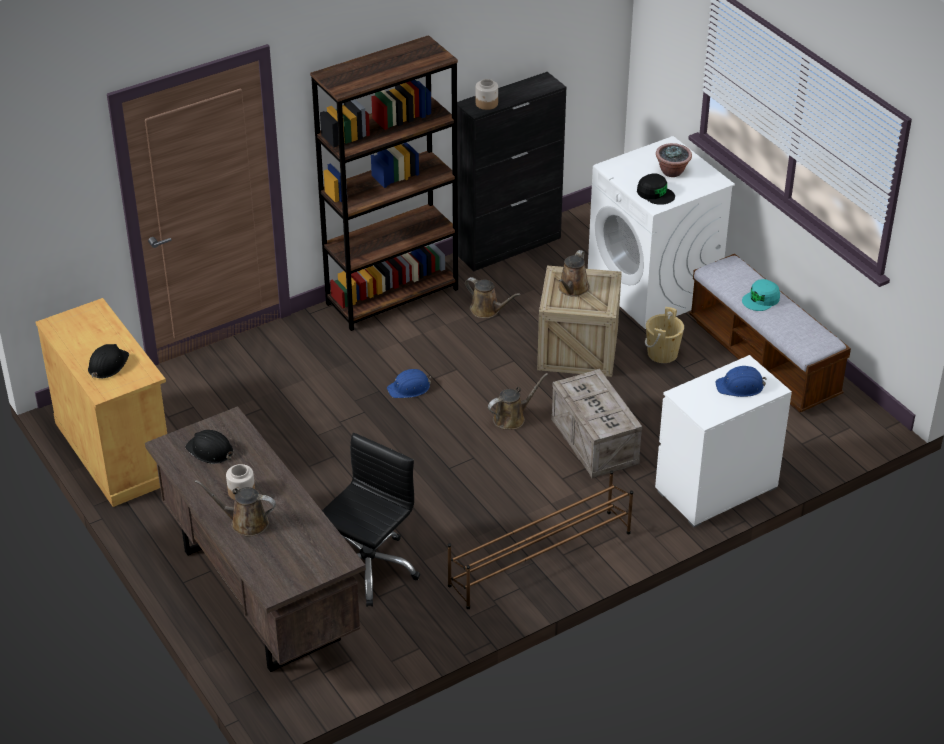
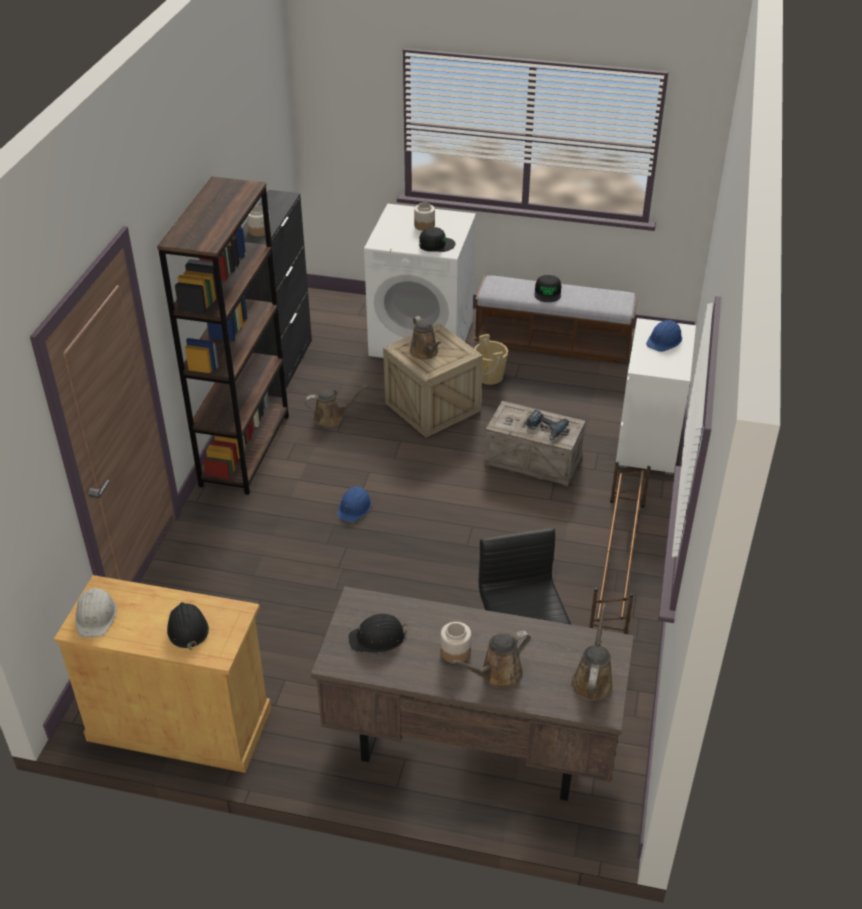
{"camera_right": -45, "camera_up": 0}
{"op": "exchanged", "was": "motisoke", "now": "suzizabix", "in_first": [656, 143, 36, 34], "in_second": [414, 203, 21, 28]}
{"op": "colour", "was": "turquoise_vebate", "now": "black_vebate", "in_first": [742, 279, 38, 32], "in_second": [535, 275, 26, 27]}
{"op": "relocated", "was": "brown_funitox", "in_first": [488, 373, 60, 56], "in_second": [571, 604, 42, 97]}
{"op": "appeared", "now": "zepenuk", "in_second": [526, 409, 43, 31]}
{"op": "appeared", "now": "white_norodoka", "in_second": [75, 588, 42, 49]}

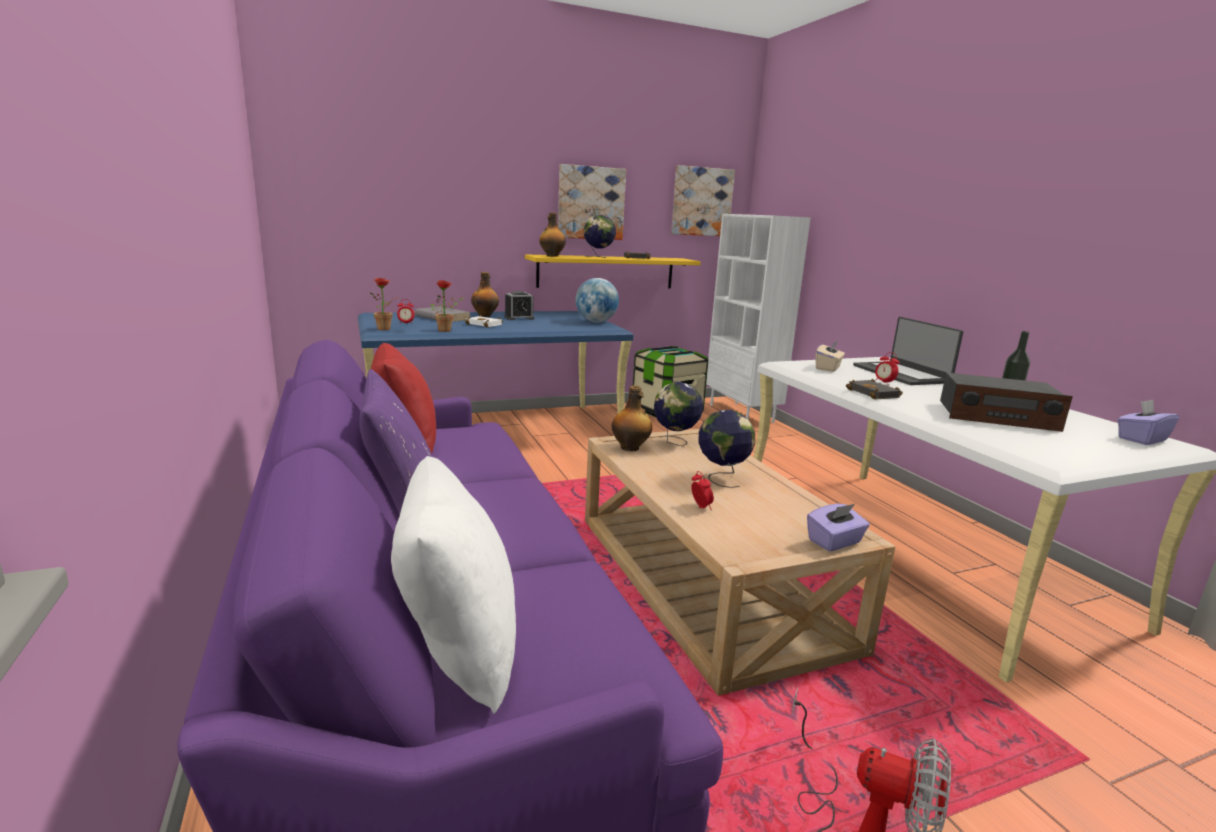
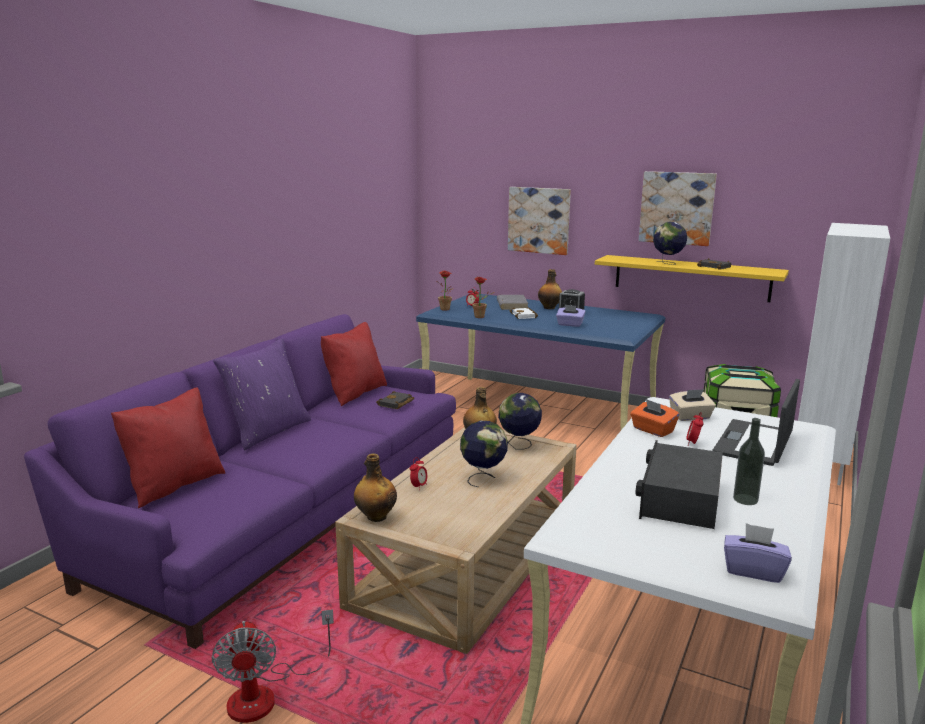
{"camera_right": 50, "camera_up": 0}
{"op": "relocated", "was": "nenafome", "in_first": [671, 165, 64, 71], "in_second": [508, 187, 63, 68]}
{"op": "relocated", "was": "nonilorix", "in_first": [539, 212, 27, 45], "in_second": [354, 454, 43, 68]}
{"op": "missing", "was": "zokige", "in_first": [576, 278, 43, 44]}
{"op": "spun", "was": "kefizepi", "in_first": [940, 372, 133, 60], "in_second": [635, 440, 88, 89], "clockwise": 45}
{"op": "relocated", "was": "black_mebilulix", "in_first": [846, 379, 57, 21], "in_second": [376, 391, 38, 18]}
{"op": "colour", "was": "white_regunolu", "now": "red_regunolu", "in_first": [391, 456, 125, 258], "in_second": [111, 387, 114, 121]}
{"op": "relocated", "was": "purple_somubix", "in_first": [807, 504, 63, 47], "in_second": [556, 305, 30, 22]}
{"op": "appeared", "now": "orange_somubix", "in_second": [630, 399, 49, 38]}

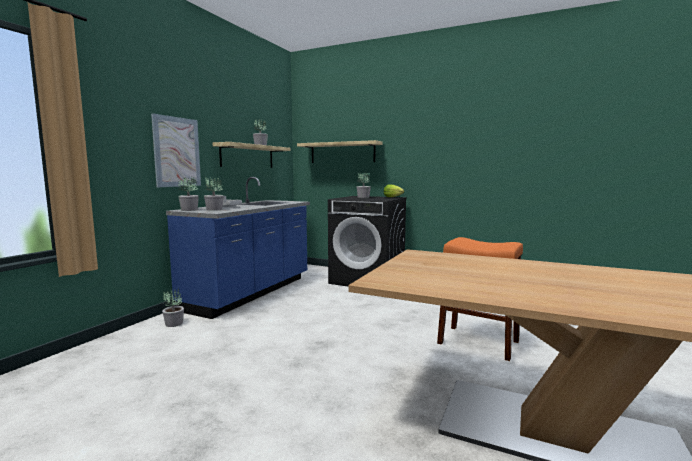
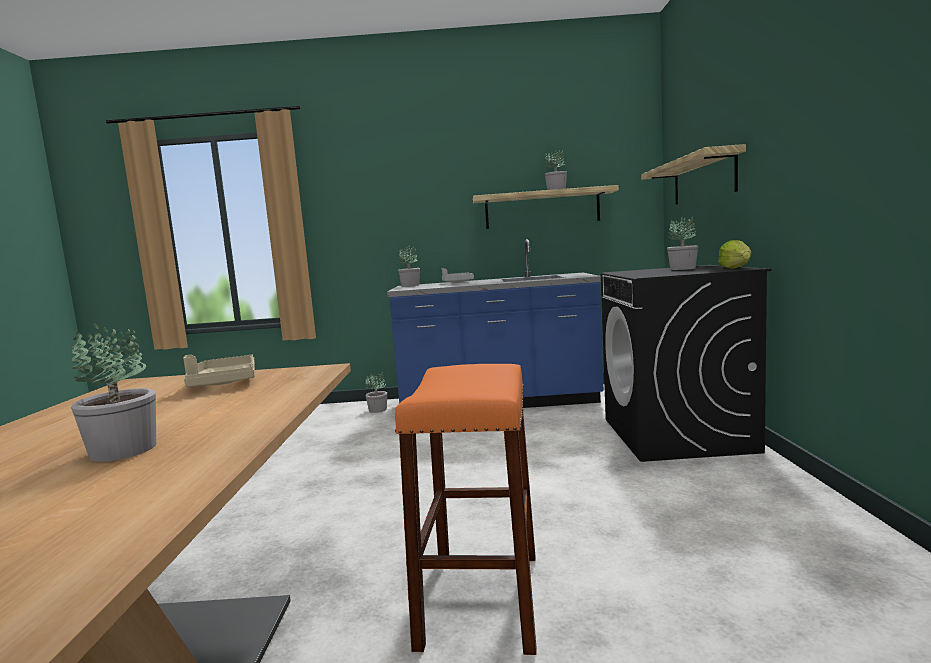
{"camera_right": 65, "camera_up": 0}
{"op": "missing", "was": "nenafome", "in_first": [151, 113, 50, 74]}
{"op": "relocated", "was": "motisoke", "in_first": [204, 177, 20, 34], "in_second": [71, 323, 85, 139]}
{"op": "appeared", "now": "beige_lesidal", "in_second": [183, 355, 72, 32]}

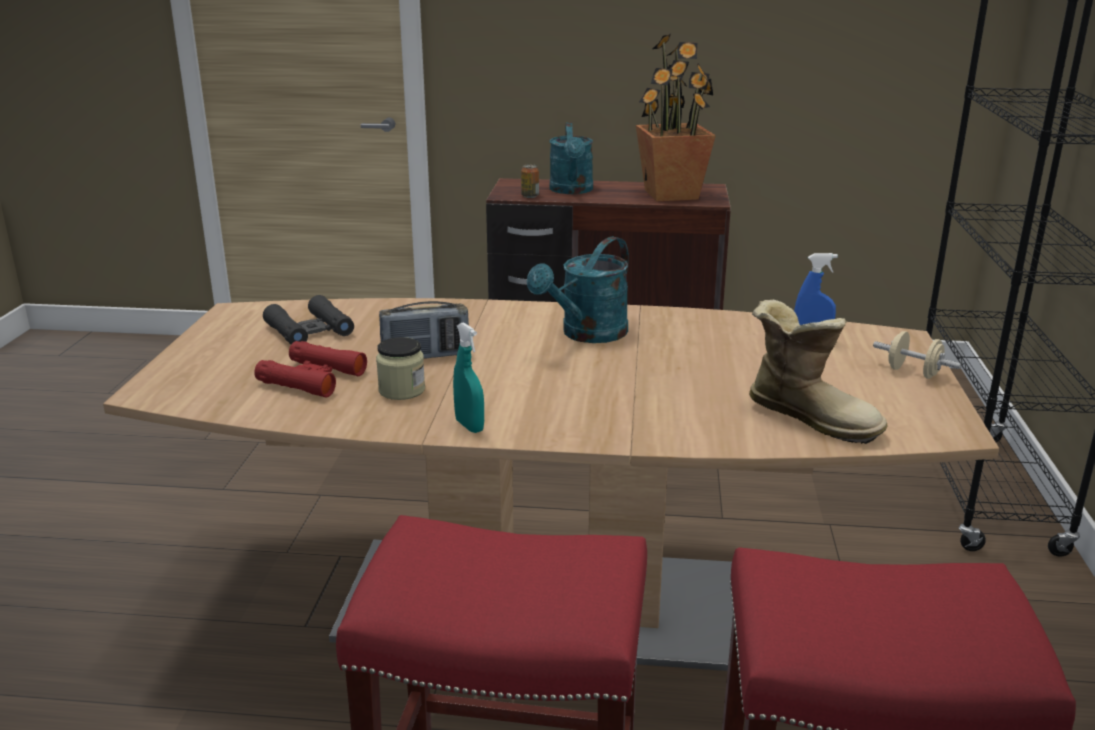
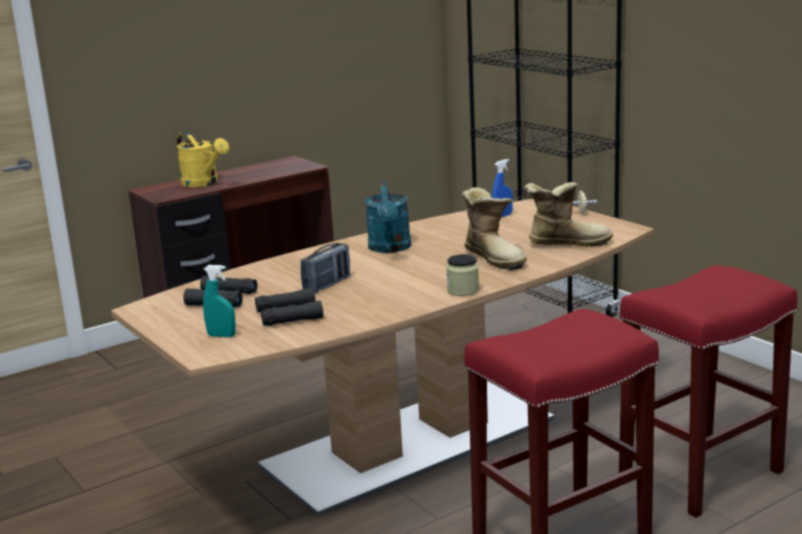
{"camera_right": -40, "camera_up": -5}
{"op": "missing", "was": "motisoke", "in_first": [636, 34, 80, 167]}
{"op": "colour", "was": "turquoise_funitox", "now": "yellow_funitox", "in_first": [549, 123, 44, 71], "in_second": [177, 131, 52, 56]}
{"op": "missing", "was": "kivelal", "in_first": [521, 164, 18, 34]}
{"op": "relocated", "was": "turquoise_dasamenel", "in_first": [453, 322, 31, 111], "in_second": [203, 265, 33, 73]}
{"op": "relocated", "was": "suzizabix", "in_first": [376, 337, 49, 63], "in_second": [446, 254, 33, 42]}
{"op": "colour", "was": "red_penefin", "now": "black_penefin", "in_first": [254, 341, 113, 56], "in_second": [255, 288, 68, 38]}
{"op": "appeared", "now": "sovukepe", "in_second": [461, 187, 66, 83]}

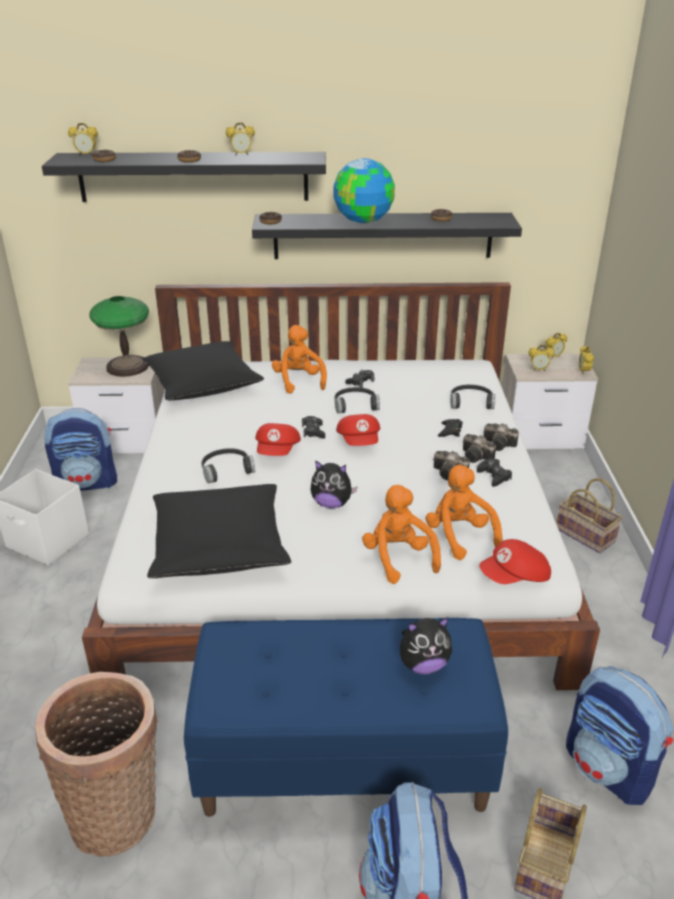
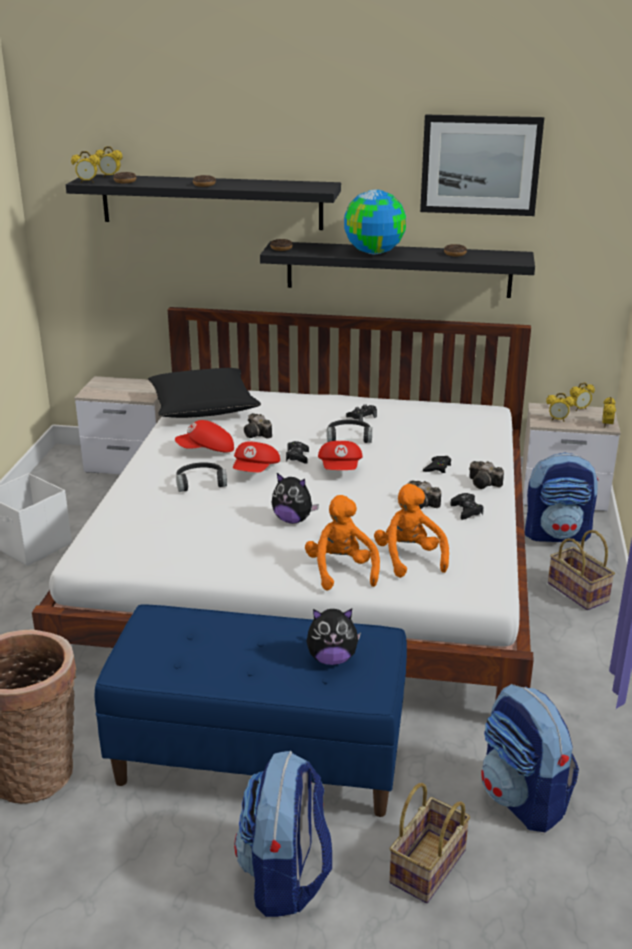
{"camera_right": 10, "camera_up": -5}
{"op": "relocated", "was": "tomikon", "in_first": [226, 122, 29, 34], "in_second": [71, 151, 29, 32]}
{"op": "missing", "was": "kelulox", "in_first": [89, 296, 60, 81]}
{"op": "missing", "was": "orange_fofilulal", "in_first": [272, 325, 55, 69]}
{"op": "missing", "was": "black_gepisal", "in_first": [450, 385, 45, 24]}
{"op": "relocated", "was": "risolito", "in_first": [44, 408, 73, 83], "in_second": [525, 453, 74, 89]}
{"op": "relocated", "was": "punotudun", "in_first": [463, 434, 33, 29], "in_second": [244, 413, 28, 26]}
{"op": "missing", "was": "black_regunolu", "in_first": [147, 484, 144, 94]}
{"op": "relocated", "was": "red_vebate", "in_first": [479, 539, 72, 45], "in_second": [175, 420, 59, 33]}
{"op": "appeared", "now": "nenafome", "in_second": [420, 114, 124, 102]}

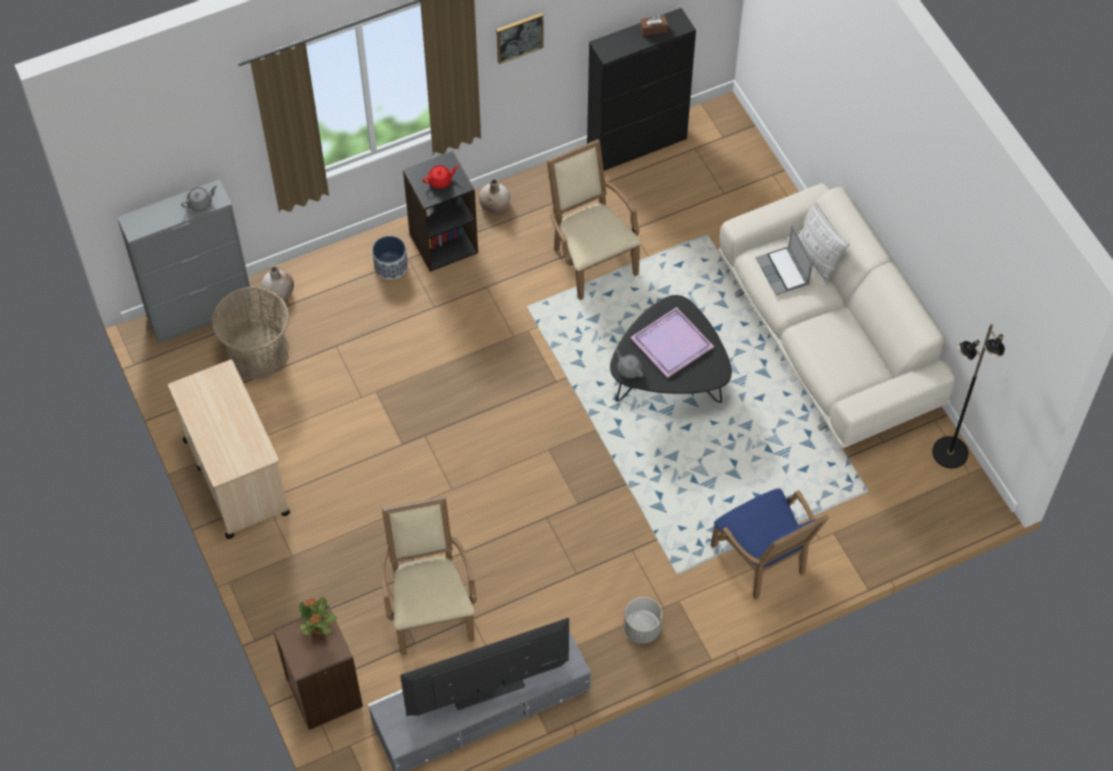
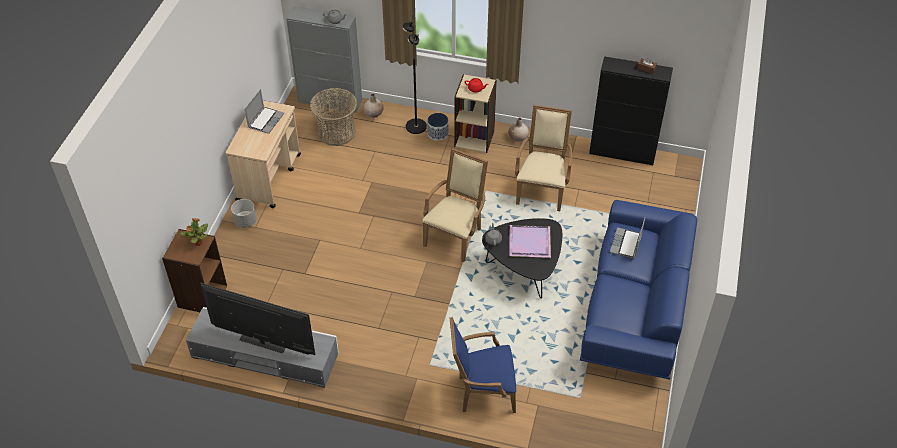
{"camera_right": 40, "camera_up": -10}
{"op": "missing", "was": "nenafome", "in_first": [496, 13, 48, 51]}
{"op": "colour", "was": "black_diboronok", "now": "beige_diboronok", "in_first": [403, 151, 75, 121], "in_second": [454, 74, 43, 79]}
{"op": "colour", "was": "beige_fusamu", "now": "blue_fusamu", "in_first": [718, 183, 237, 266], "in_second": [580, 200, 117, 180]}
{"op": "missing", "was": "regunolu", "in_first": [798, 202, 52, 83]}
{"op": "relocated", "was": "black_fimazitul", "in_first": [932, 324, 73, 144], "in_second": [402, 14, 25, 120]}
{"op": "spun", "was": "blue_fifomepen", "in_first": [711, 488, 118, 112], "in_second": [449, 317, 67, 96], "clockwise": 75}
{"op": "relocated", "was": "beige_fifomepen", "in_first": [381, 496, 96, 159], "in_second": [422, 148, 66, 114]}
{"op": "relocated", "was": "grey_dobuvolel", "in_first": [624, 597, 38, 47], "in_second": [231, 199, 26, 29]}
{"op": "appeared", "now": "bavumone", "in_second": [245, 89, 39, 45]}

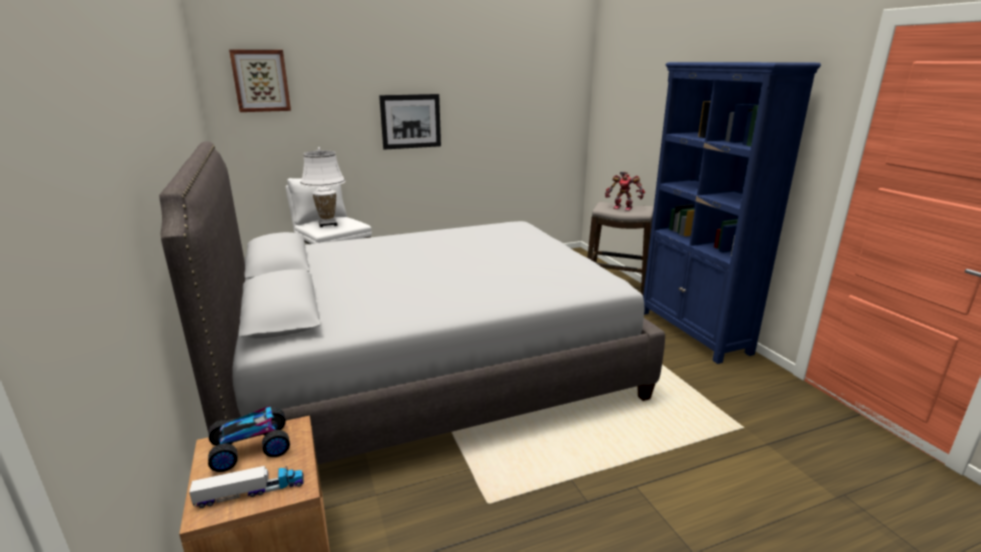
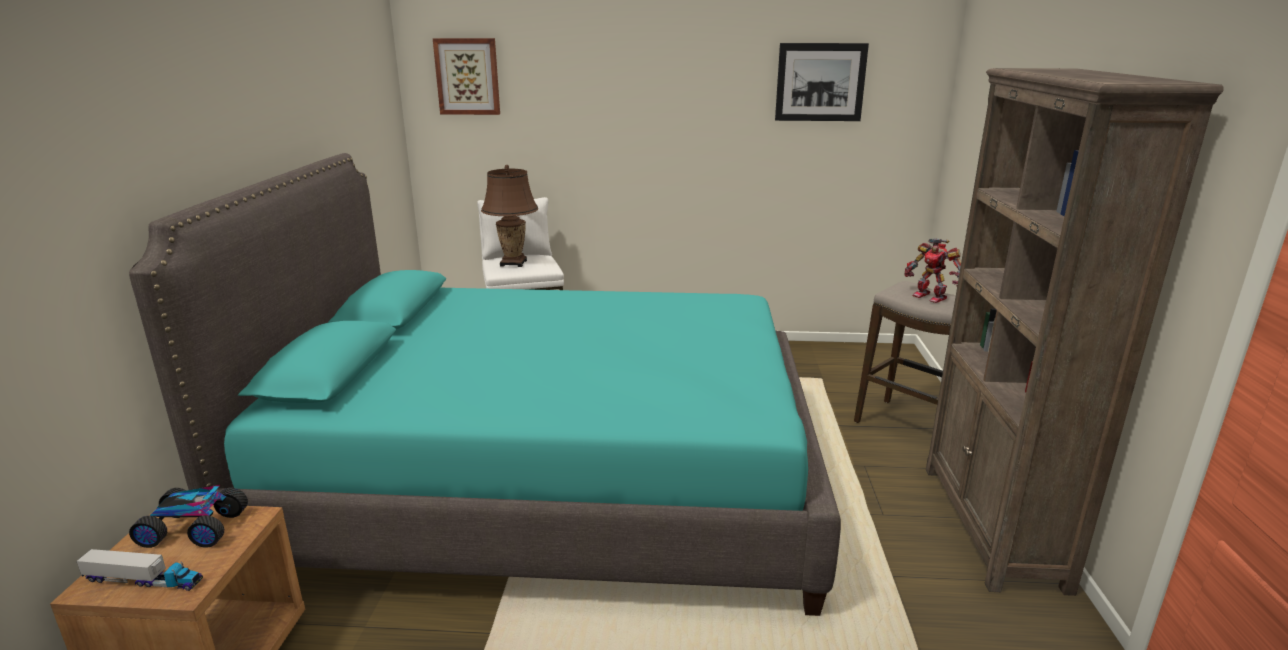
{"camera_right": 25, "camera_up": 0}
{"op": "colour", "was": "blue_diboronok", "now": "brown_diboronok", "in_first": [643, 62, 178, 302], "in_second": [926, 68, 298, 528]}
{"op": "relocated", "was": "nenafome", "in_first": [379, 94, 62, 56], "in_second": [775, 43, 94, 78]}
{"op": "colour", "was": "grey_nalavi", "now": "turquoise_nalavi", "in_first": [159, 141, 506, 324], "in_second": [129, 153, 712, 463]}
{"op": "colour", "was": "white_kelulox", "now": "brown_kelulox", "in_first": [300, 147, 46, 80], "in_second": [481, 165, 57, 102]}

